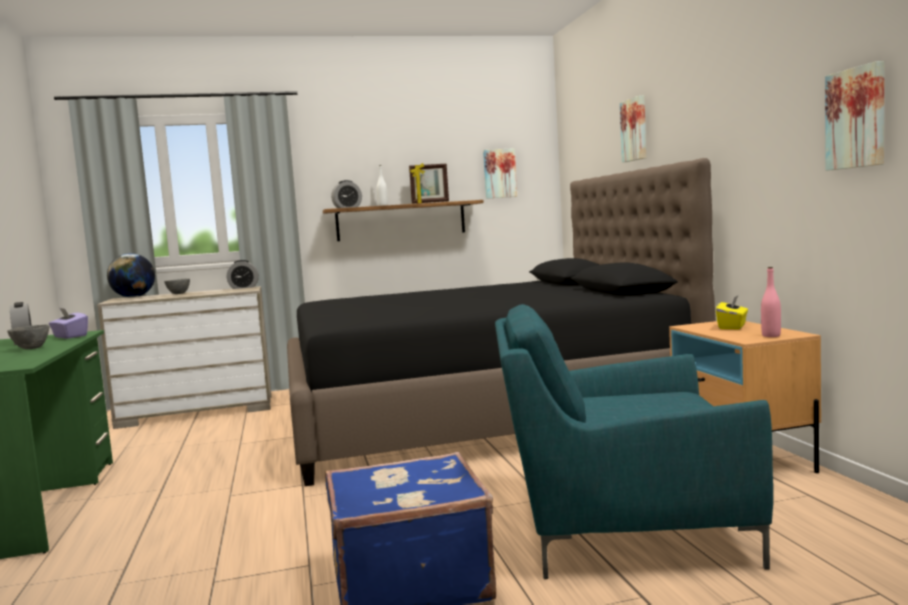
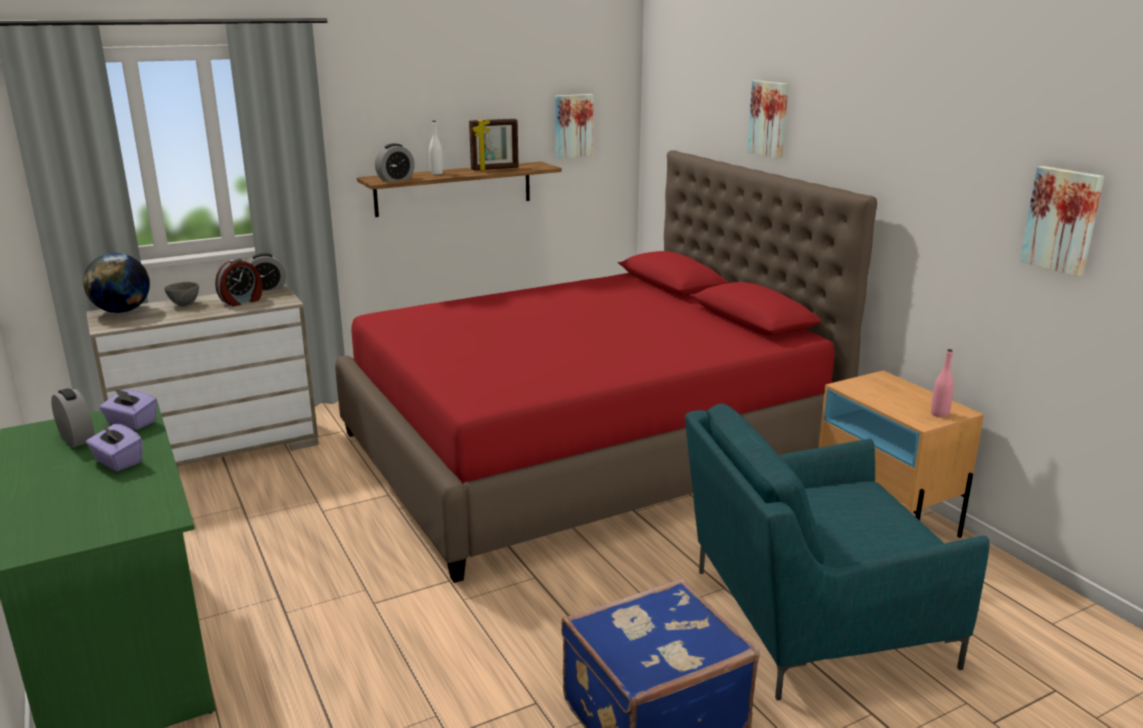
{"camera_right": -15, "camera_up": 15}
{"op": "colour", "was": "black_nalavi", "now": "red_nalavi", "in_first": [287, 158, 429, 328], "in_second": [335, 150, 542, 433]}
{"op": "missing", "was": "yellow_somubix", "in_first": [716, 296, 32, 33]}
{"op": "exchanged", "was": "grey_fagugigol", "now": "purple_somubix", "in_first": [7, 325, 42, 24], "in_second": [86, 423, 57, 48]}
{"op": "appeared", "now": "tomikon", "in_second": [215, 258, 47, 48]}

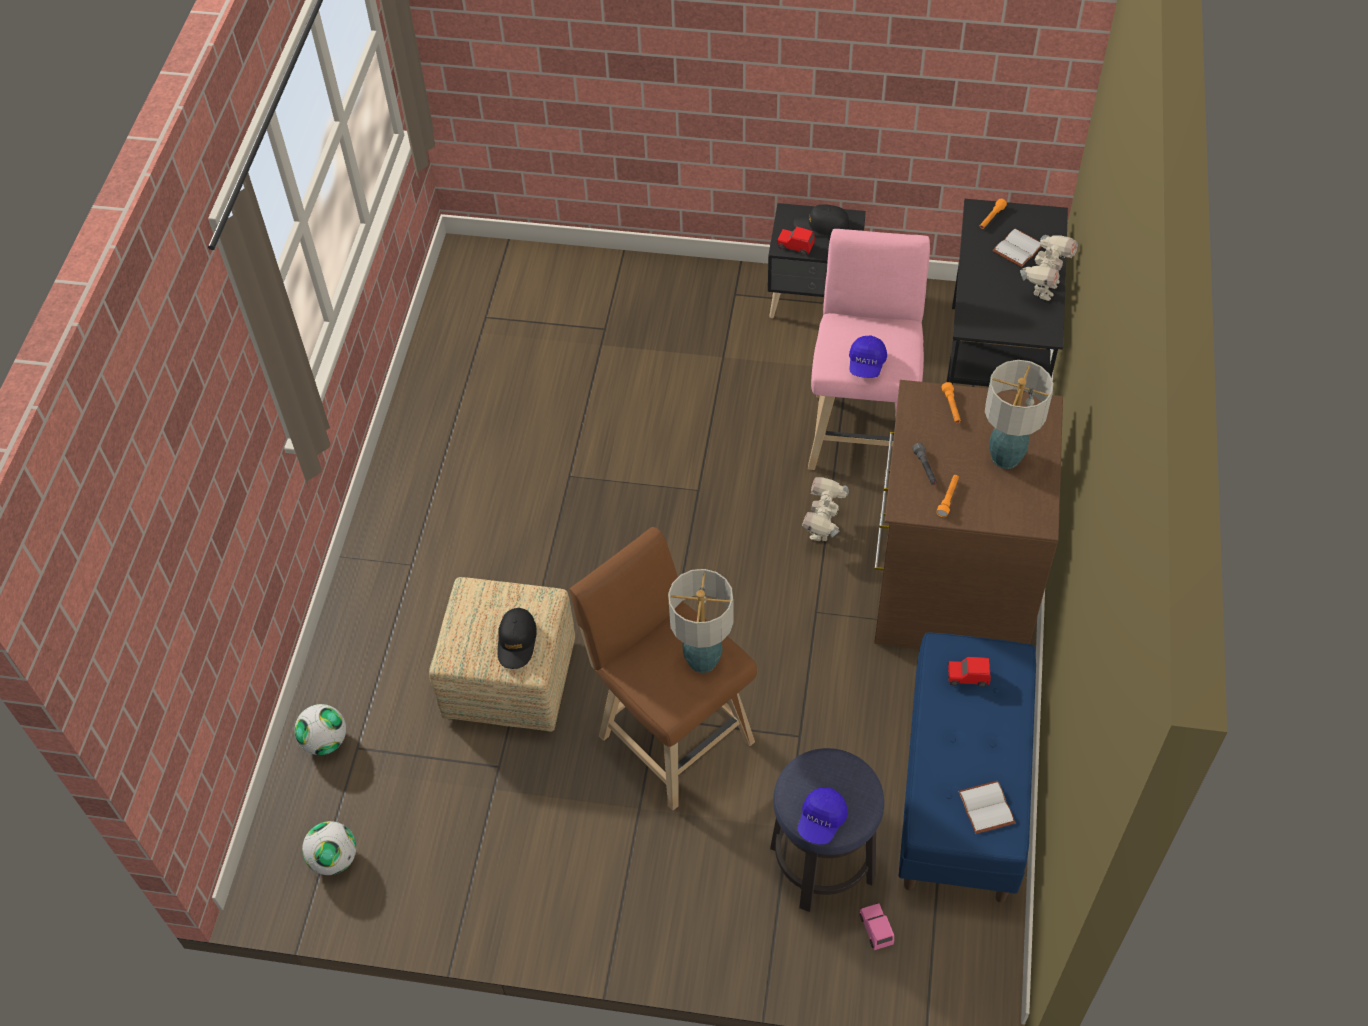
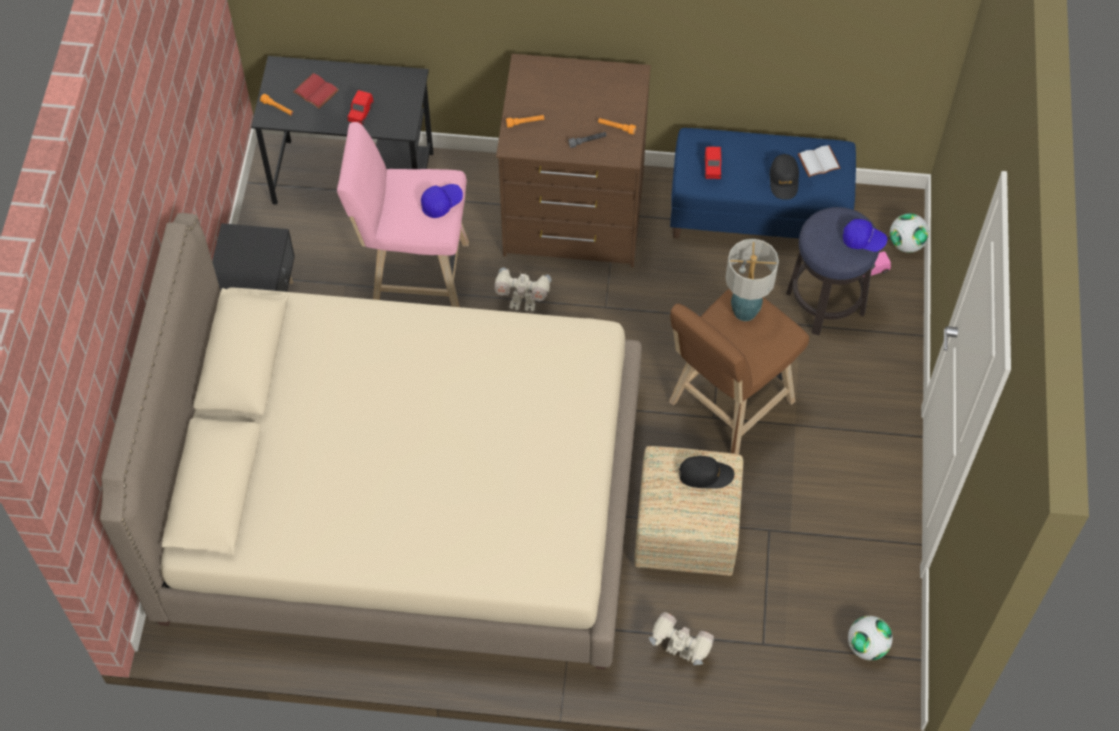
{"camera_right": -95, "camera_up": 5}
{"op": "relocated", "was": "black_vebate", "in_first": [794, 204, 55, 32], "in_second": [770, 154, 29, 46]}
{"op": "relocated", "was": "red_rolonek", "in_first": [777, 227, 38, 28], "in_second": [347, 90, 26, 35]}
{"op": "colour", "was": "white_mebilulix", "now": "red_mebilulix", "in_first": [992, 228, 49, 39], "in_second": [293, 73, 46, 36]}
{"op": "relocated", "was": "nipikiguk", "in_first": [1020, 235, 58, 66], "in_second": [649, 612, 65, 53]}
{"op": "spun", "was": "blue_vebate", "in_first": [849, 335, 38, 43], "in_second": [421, 184, 42, 34], "clockwise": -45}
{"op": "missing", "was": "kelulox", "in_first": [985, 360, 69, 109]}
{"op": "relocated", "was": "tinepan", "in_first": [294, 704, 52, 51], "in_second": [890, 214, 39, 39]}
{"op": "appeared", "now": "beige_nalavi", "in_second": [100, 213, 542, 456]}

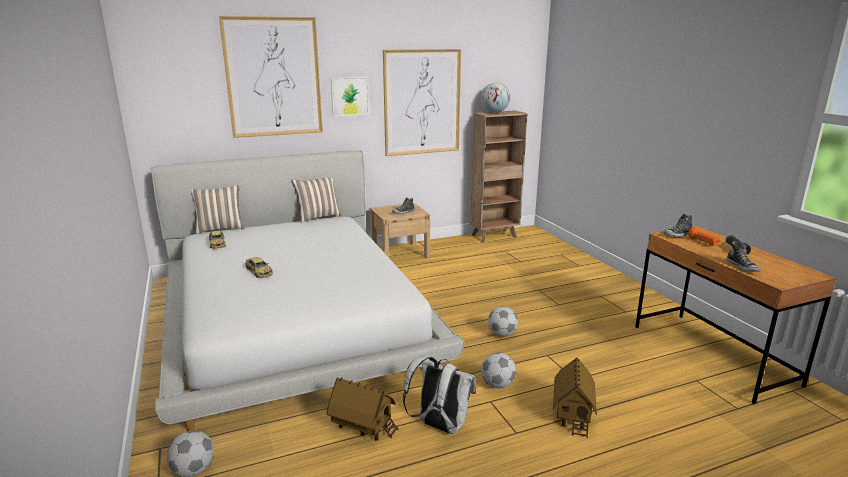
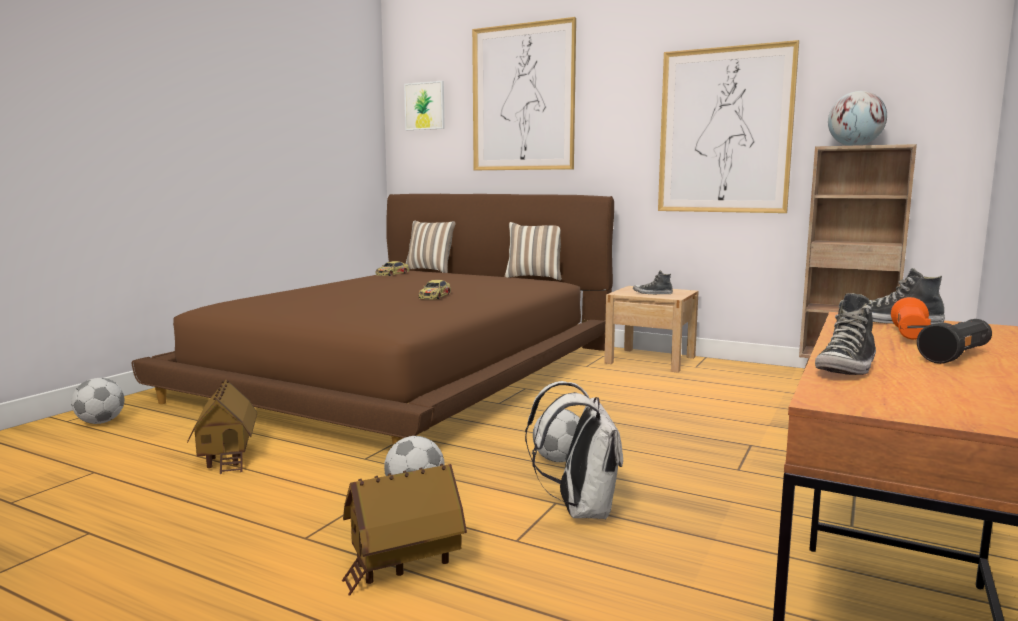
{"camera_right": 50, "camera_up": -10}
{"op": "relocated", "was": "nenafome", "in_first": [331, 77, 38, 39], "in_second": [404, 81, 41, 49]}
{"op": "colour", "was": "white_nalavi", "now": "brown_nalavi", "in_first": [151, 150, 314, 281], "in_second": [131, 194, 483, 251]}
{"op": "relocated", "was": "rolonek", "in_first": [245, 257, 28, 21], "in_second": [419, 280, 32, 19]}
{"op": "relocated", "was": "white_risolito", "in_first": [403, 356, 73, 78], "in_second": [525, 381, 98, 138]}

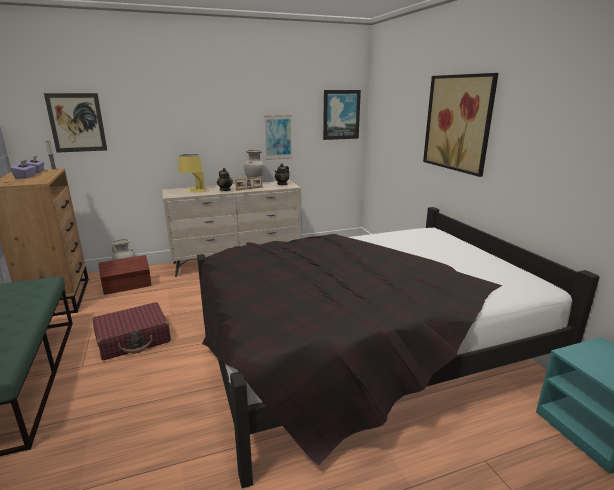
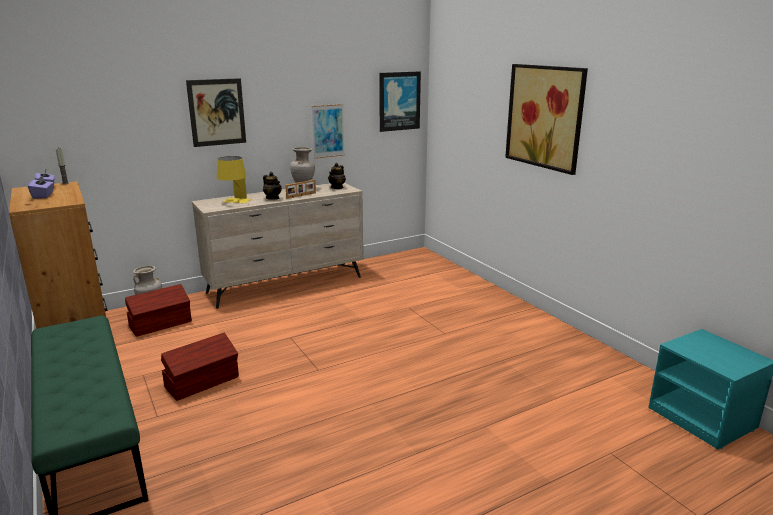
{"camera_right": -10, "camera_up": 0}
{"op": "relocated", "was": "nenafome", "in_first": [44, 93, 63, 60], "in_second": [186, 78, 60, 69]}
{"op": "missing", "was": "black_nalavi", "in_first": [197, 207, 403, 281]}
{"op": "exchanged", "was": "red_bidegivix", "now": "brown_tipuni", "in_first": [93, 302, 78, 58], "in_second": [161, 332, 78, 69]}

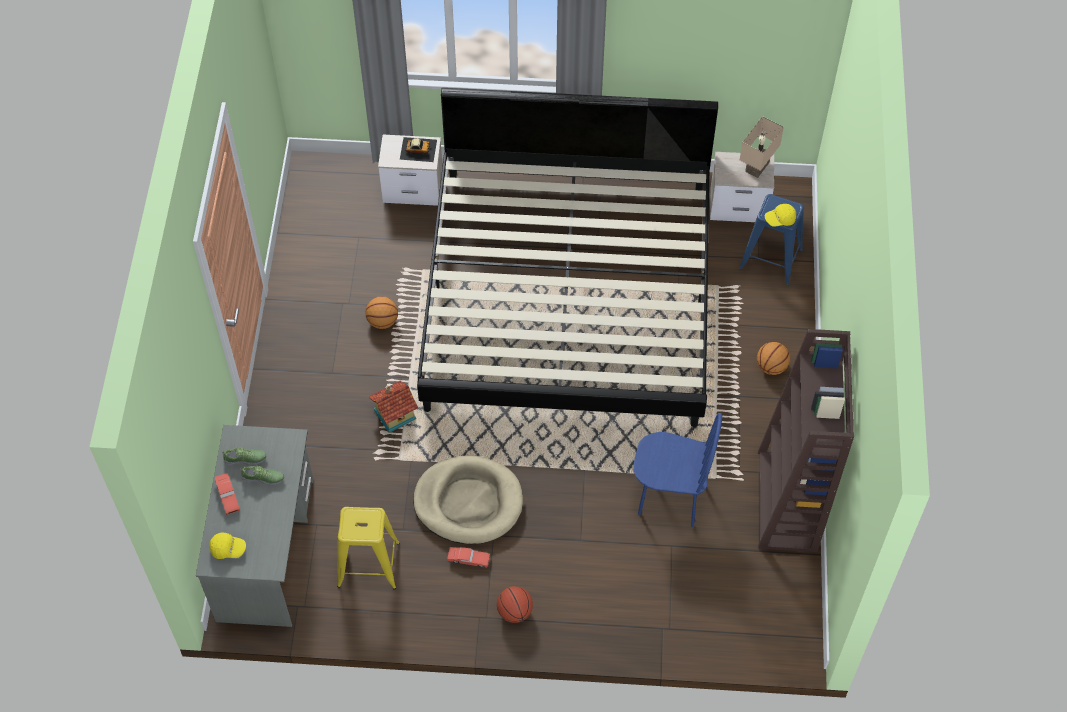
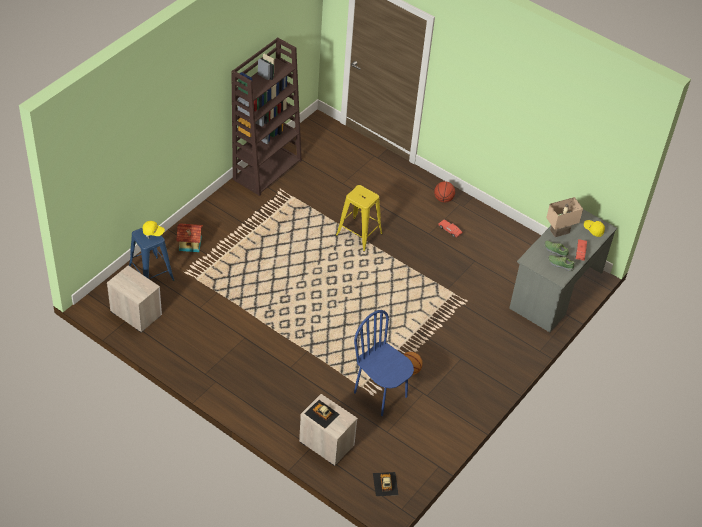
{"camera_right": -150, "camera_up": -10}
{"op": "missing", "was": "nalavi", "in_first": [417, 88, 301, 339]}
{"op": "relocated", "was": "beige_kelulox", "in_first": [740, 116, 44, 62], "in_second": [546, 197, 37, 40]}
{"op": "missing", "was": "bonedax", "in_first": [757, 342, 33, 33]}
{"op": "relocated", "was": "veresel", "in_first": [369, 381, 49, 52], "in_second": [176, 223, 27, 29]}
{"op": "relocated", "was": "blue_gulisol", "in_first": [633, 413, 89, 114], "in_second": [354, 310, 60, 106]}
{"op": "missing", "was": "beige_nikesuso", "in_first": [413, 455, 110, 89]}
{"op": "relocated", "was": "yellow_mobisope", "in_first": [337, 507, 63, 82], "in_second": [336, 185, 47, 67]}
{"op": "appeared", "now": "rolonek", "in_second": [373, 472, 25, 24]}

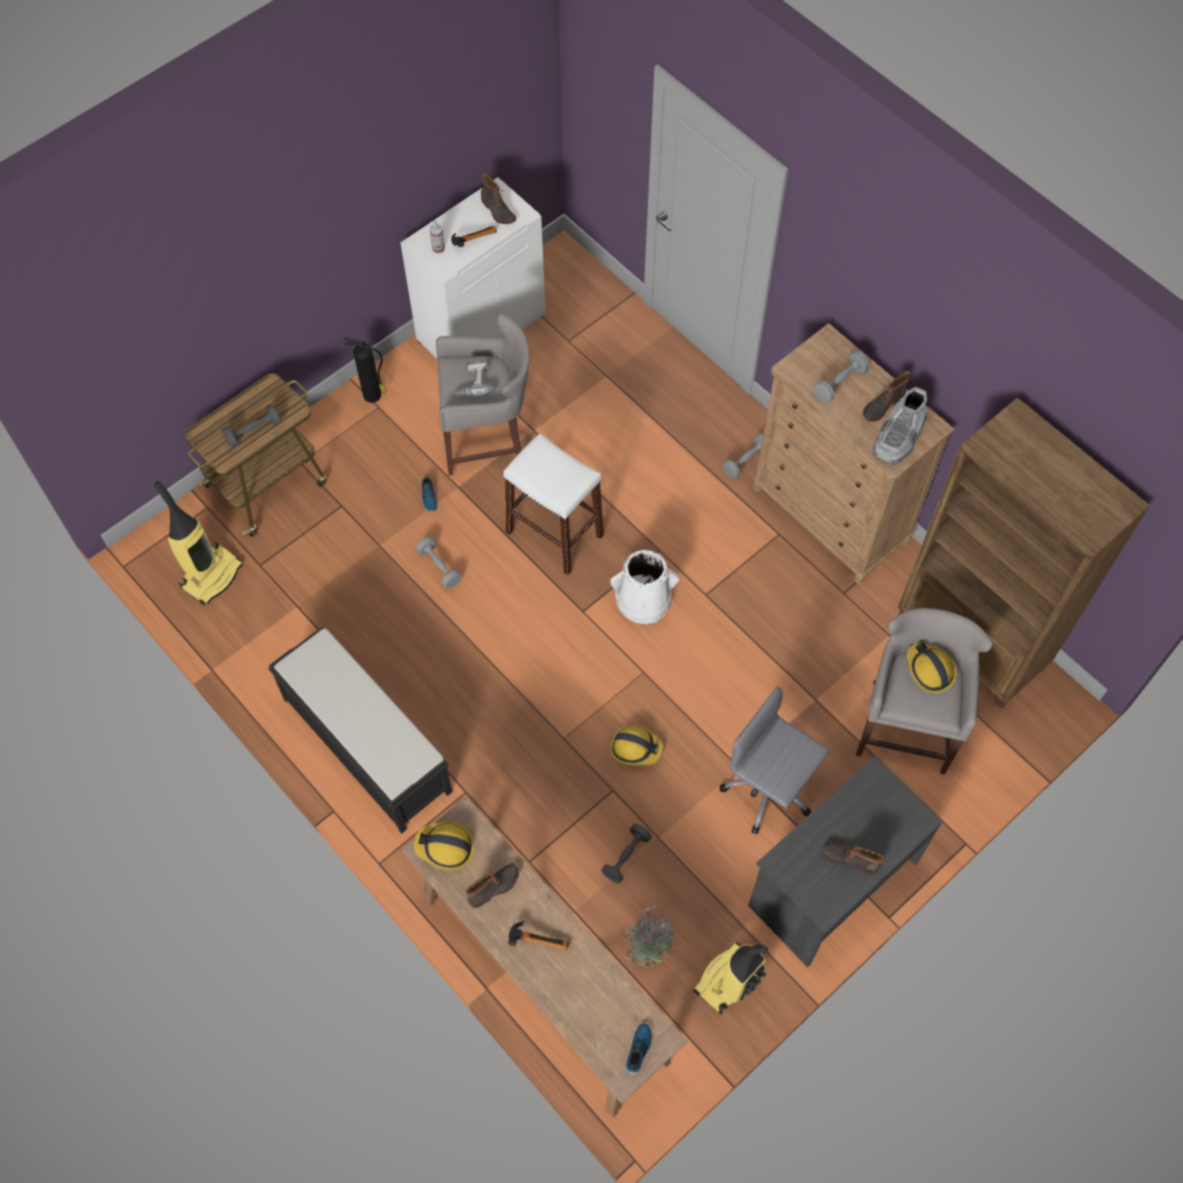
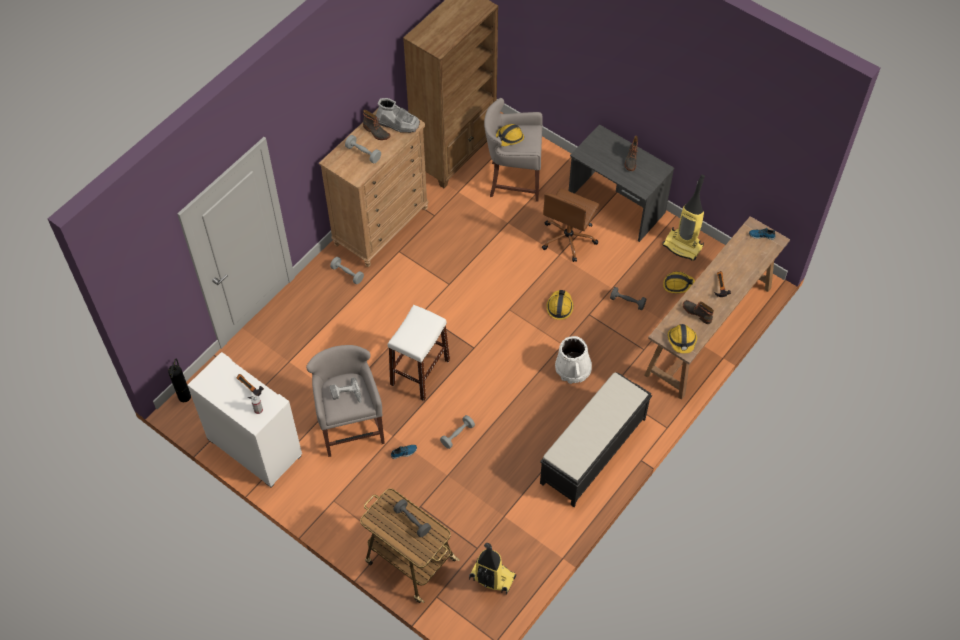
{"camera_right": -100, "camera_up": -5}
{"op": "missing", "was": "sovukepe", "in_first": [481, 173, 35, 51]}
{"op": "relocated", "was": "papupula", "in_first": [344, 337, 43, 66], "in_second": [168, 359, 23, 43]}
{"op": "relocated", "was": "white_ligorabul", "in_first": [610, 550, 69, 74], "in_second": [555, 336, 37, 48]}
{"op": "colour", "was": "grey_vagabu", "now": "brown_vagabu", "in_first": [720, 686, 109, 148], "in_second": [542, 188, 57, 74]}
{"op": "exchanged", "was": "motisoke", "now": "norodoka", "in_first": [623, 903, 53, 66], "in_second": [663, 272, 32, 21]}

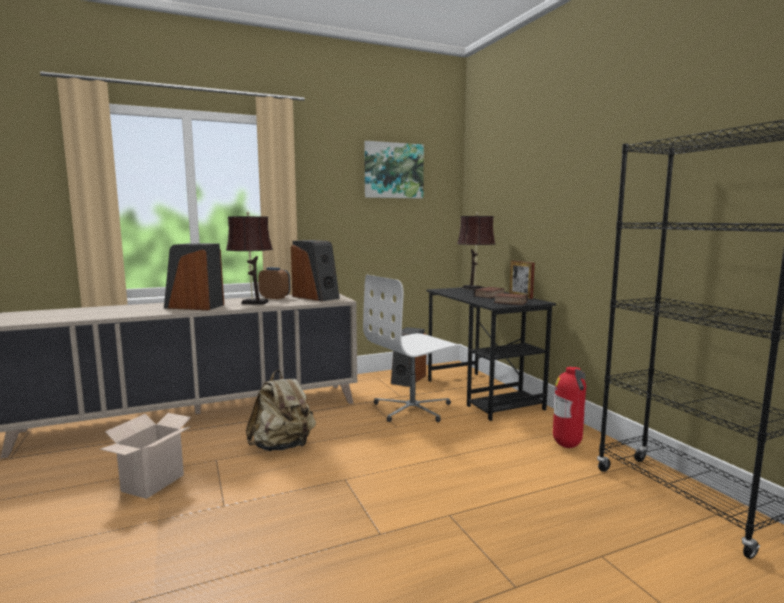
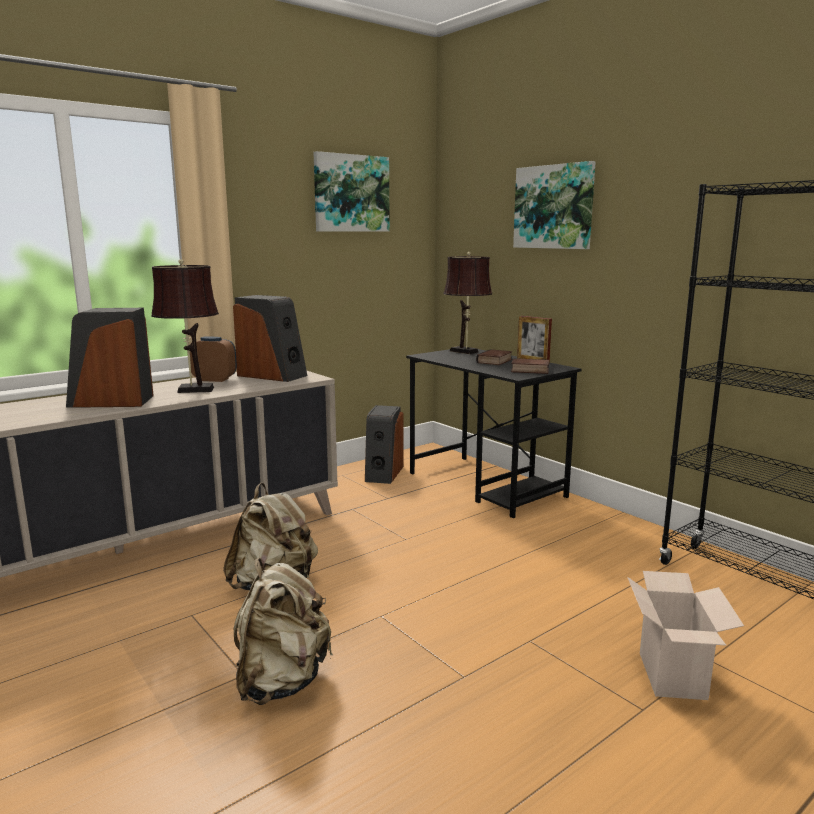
{"camera_right": -15, "camera_up": 5}
{"op": "missing", "was": "white_vagabu", "in_first": [363, 275, 97, 147]}
{"op": "missing", "was": "papupula", "in_first": [553, 367, 33, 81]}
{"op": "relocated", "was": "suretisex", "in_first": [100, 413, 92, 86], "in_second": [627, 571, 117, 129]}
{"op": "appeared", "now": "nenafome", "in_second": [513, 161, 83, 88]}
{"op": "appeared", "now": "beige_risolito", "in_second": [234, 558, 99, 147]}

